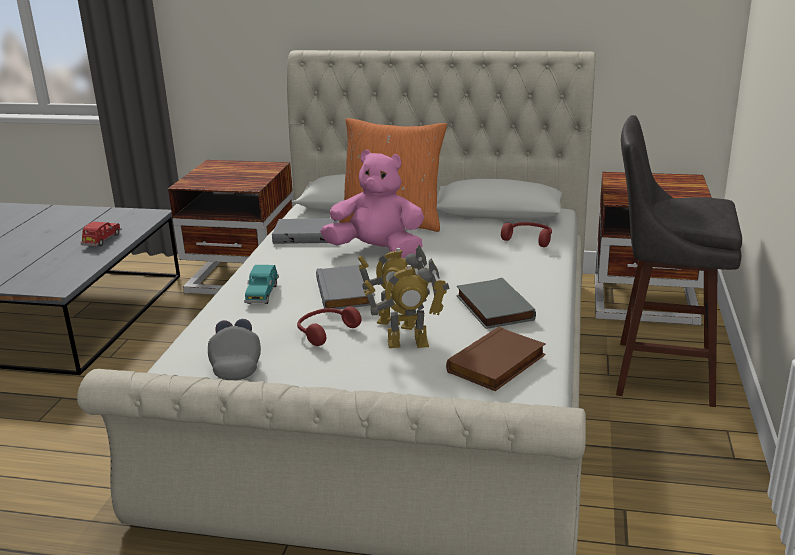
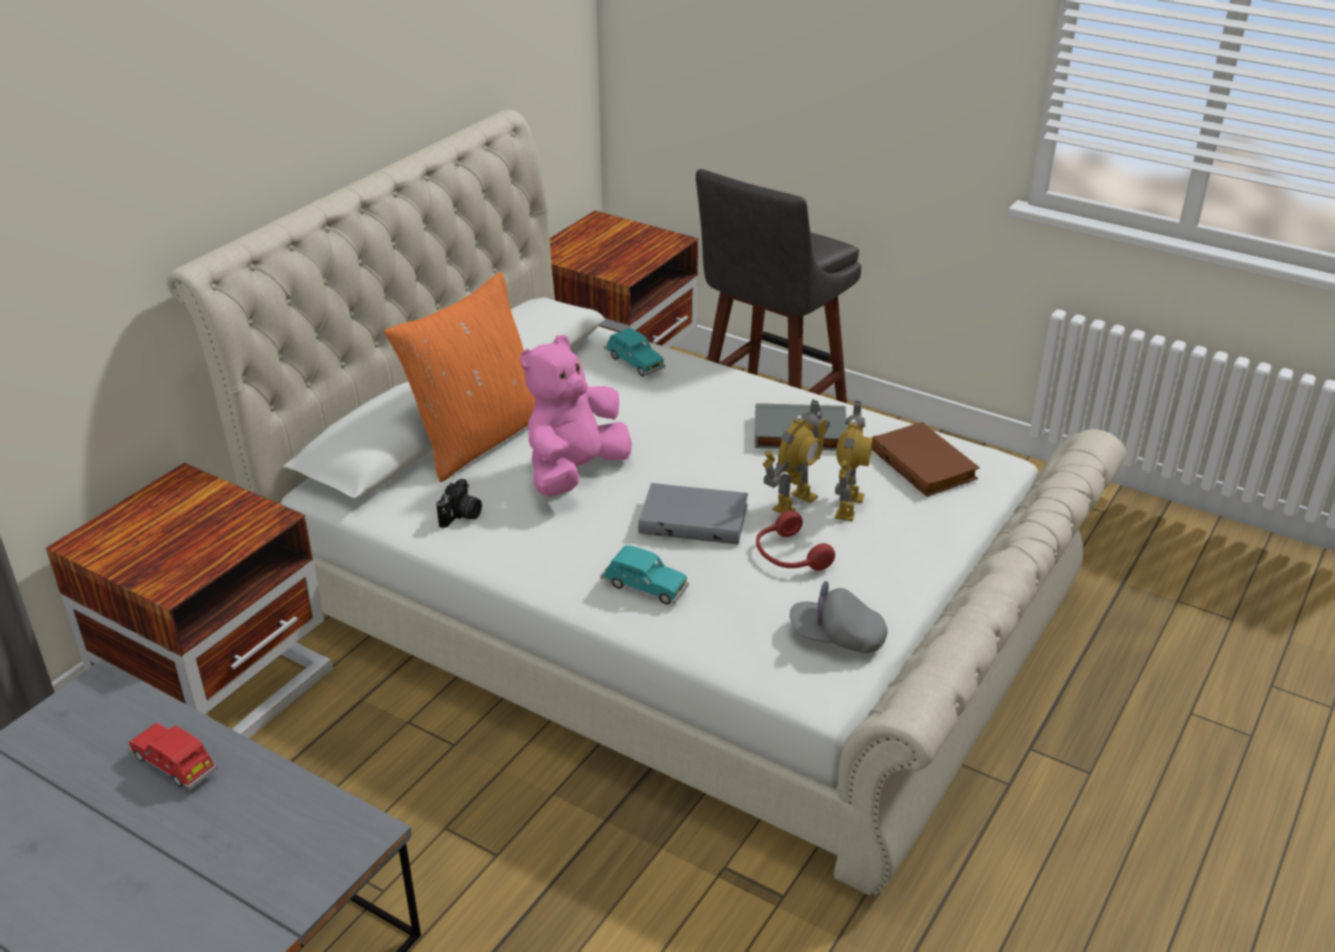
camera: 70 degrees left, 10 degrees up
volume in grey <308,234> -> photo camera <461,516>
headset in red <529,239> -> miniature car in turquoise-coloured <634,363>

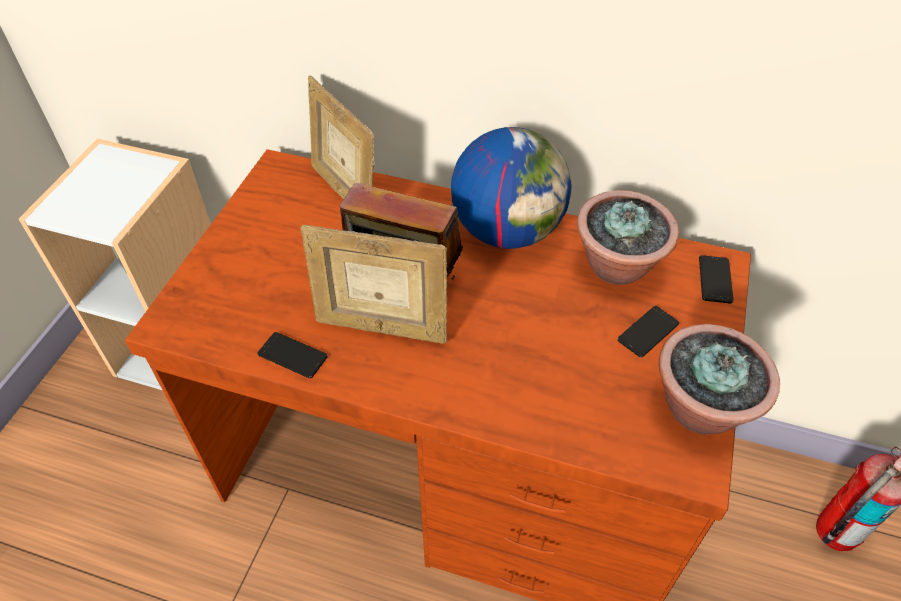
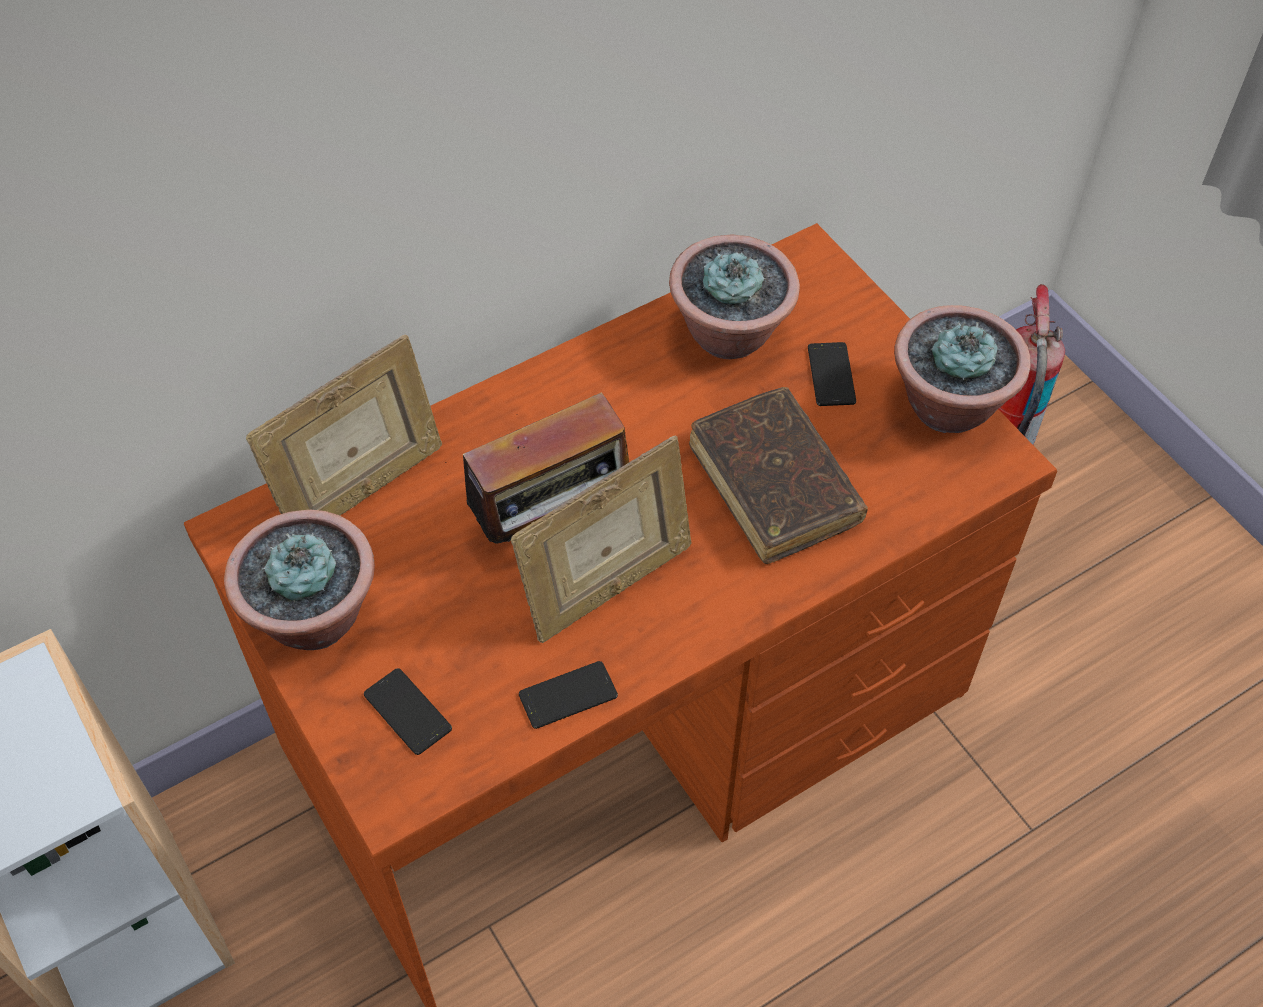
camera: 50 degrees left, 5 degrees up
none -> plant in a pot <313,616>
picture frame <345,193> -> picture frame <362,490>, 45 degrees counterclockwise
telephone <715,279> -> telephone <407,712>, moved
none -> volume in brown-coloured <774,485>
world globe <507,230> -> none

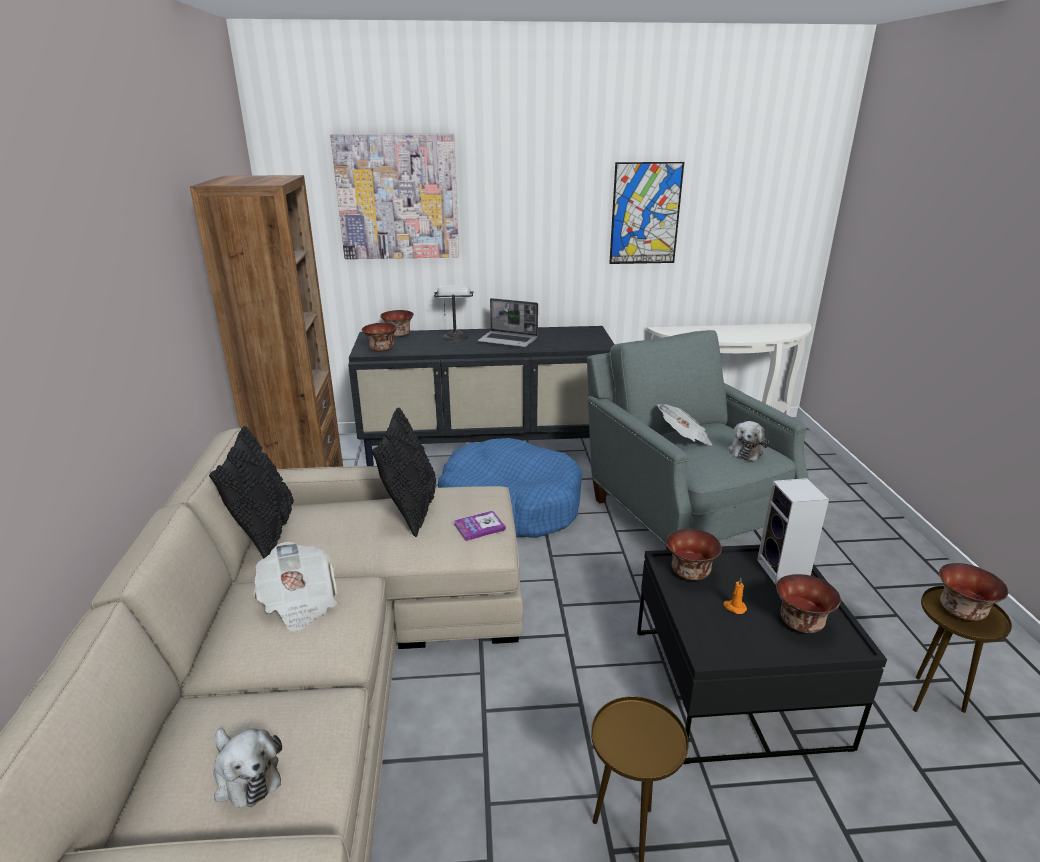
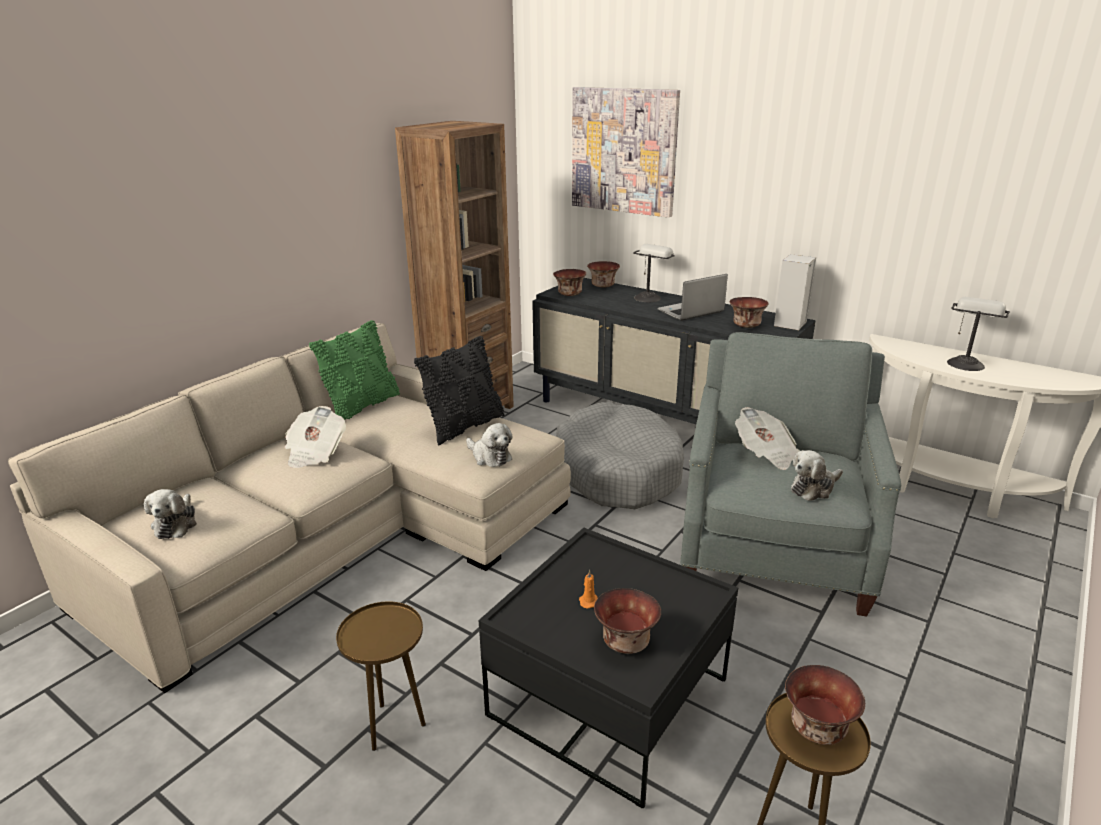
camera: 40 degrees right, 0 degrees up
pillow in blackish <265,531> -> pillow in greenish <362,406>
volume <479,527> -> soft toy <489,457>
dog bed in blue <511,503> -> dog bed in grey <617,471>
portable computer <508,340> -> portable computer <690,312>, 90 degrees clockwise
bowl <690,573> -> bowl <746,326>, moved
audio speaker <784,571> -> audio speaker <790,324>, moved
none -> table lamp <965,361>
wall art <645,214> -> none

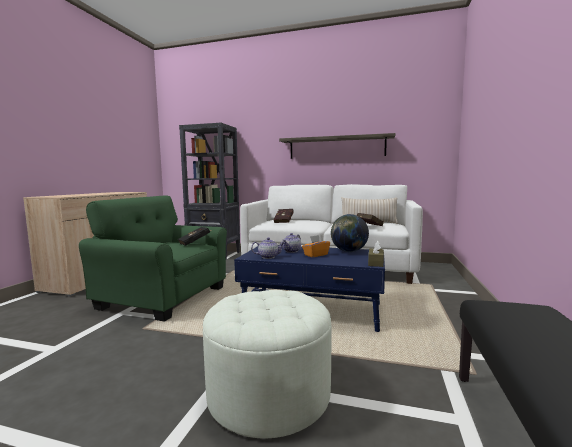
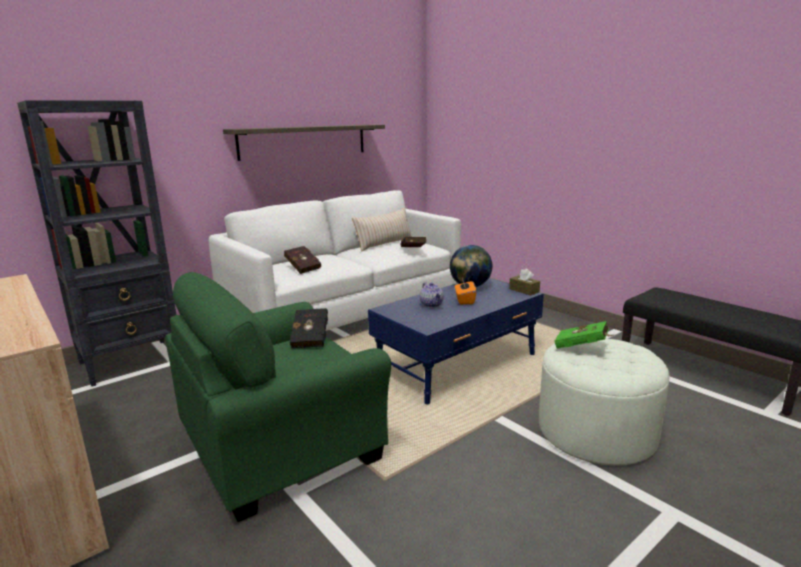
camera: 55 degrees left, 10 degrees up
none -> volume in greenish <583,348>
pot for tea <268,257> -> none

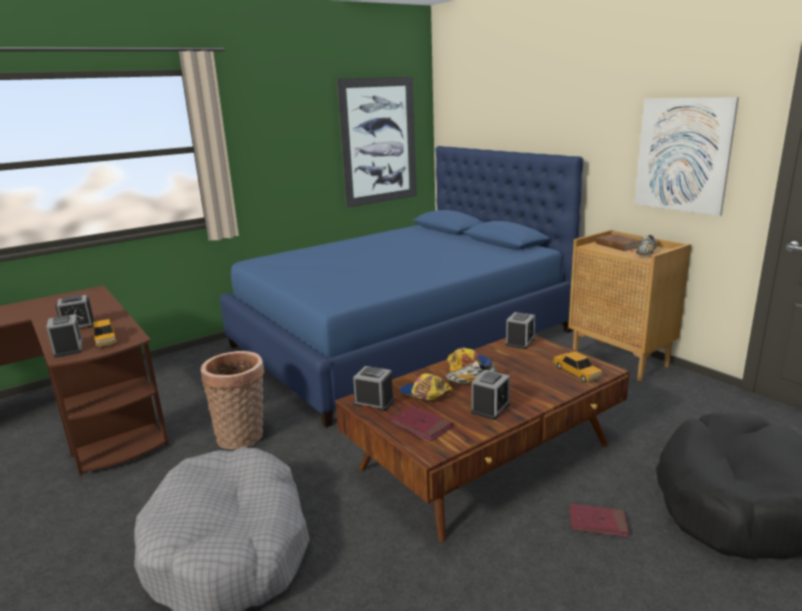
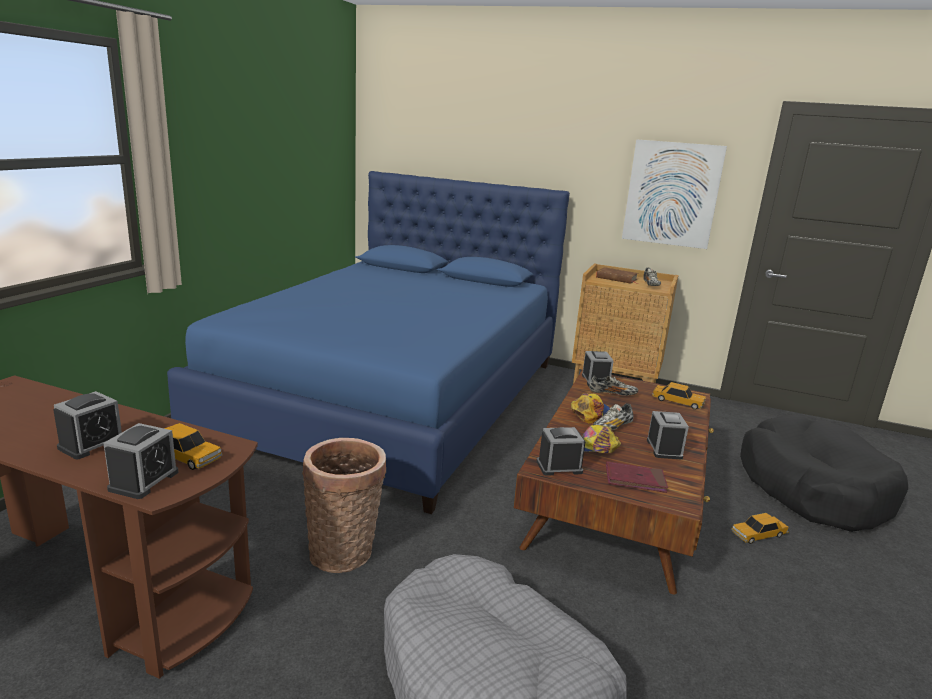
camera: 35 degrees left, 0 degrees up
bedside clock <68,349> -> bedside clock <144,480>, 75 degrees clockwise
none -> item of footwear <612,394>
volume in red <598,523> -> miniature car <758,534>
wall art <379,141> -> none

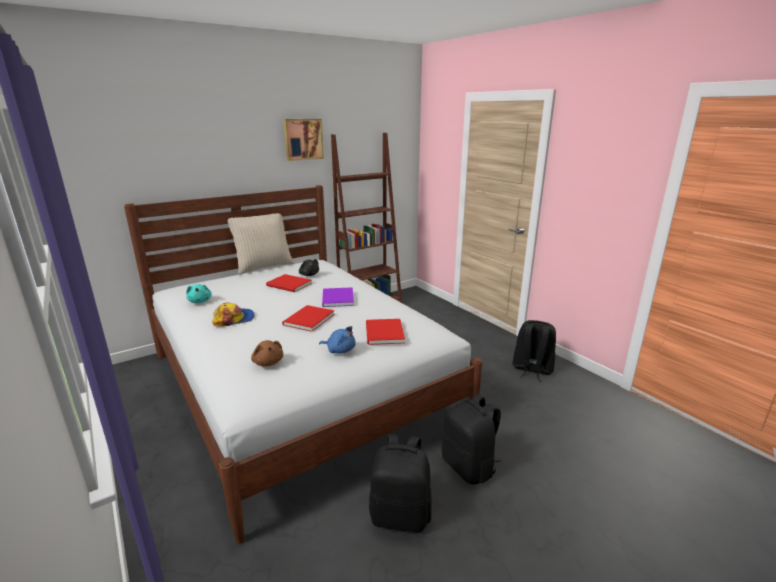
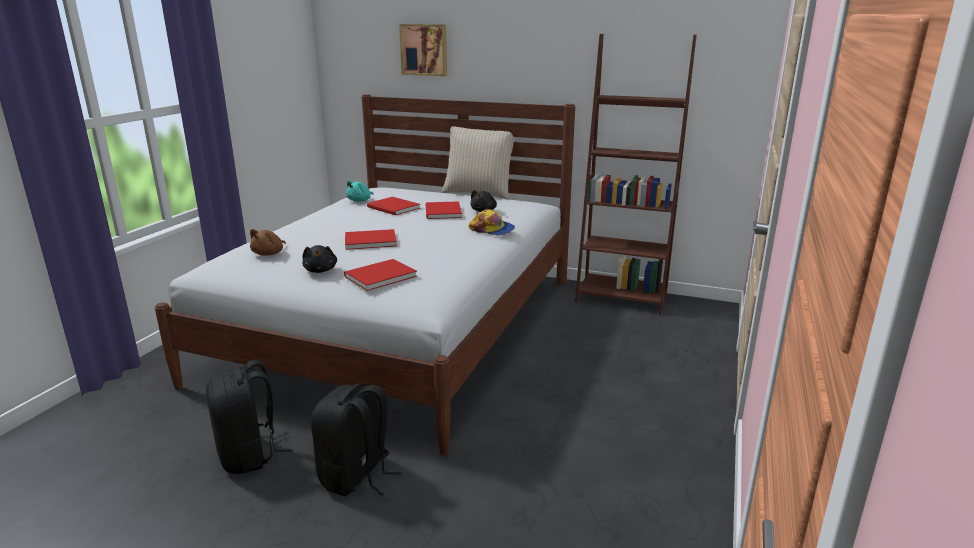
camera: 55 degrees right, 0 degrees up
soft toy in blue <340,350> -> soft toy in blackish <320,270>
none -> volume in red <393,208>
wall art <303,139> -> wall art <424,50>, moved
cap <234,319> -> cap <492,229>, moved
volume in purple-coloured <337,299> -> none
backpack in blackish <531,369> -> none

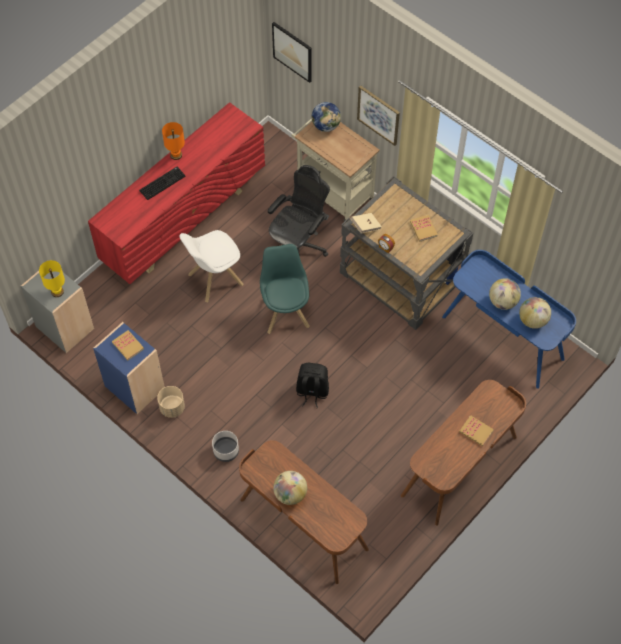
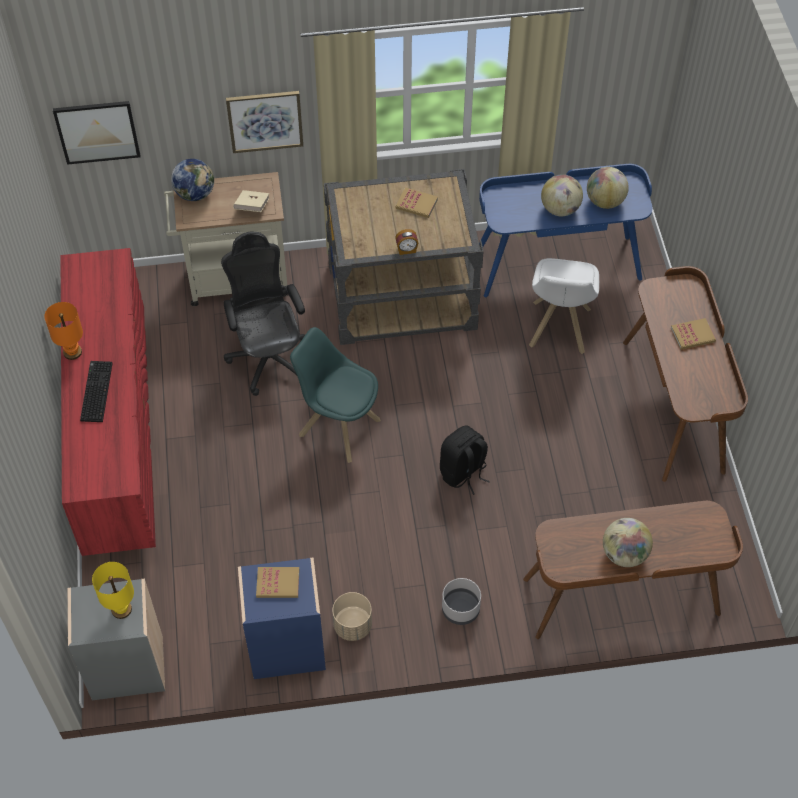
camera: 50 degrees left, 5 degrees down
volume in beige-coloured <365,226> -> volume in beige-coloured <252,207>, moved
chair in white-coloured <214,279> -> chair in white-coloured <559,328>, moved

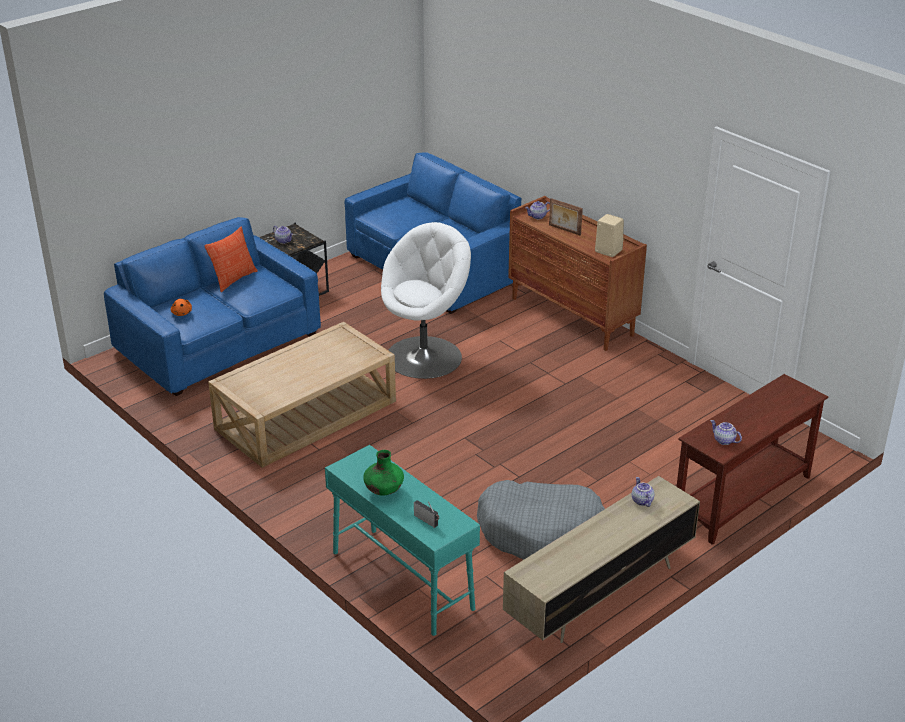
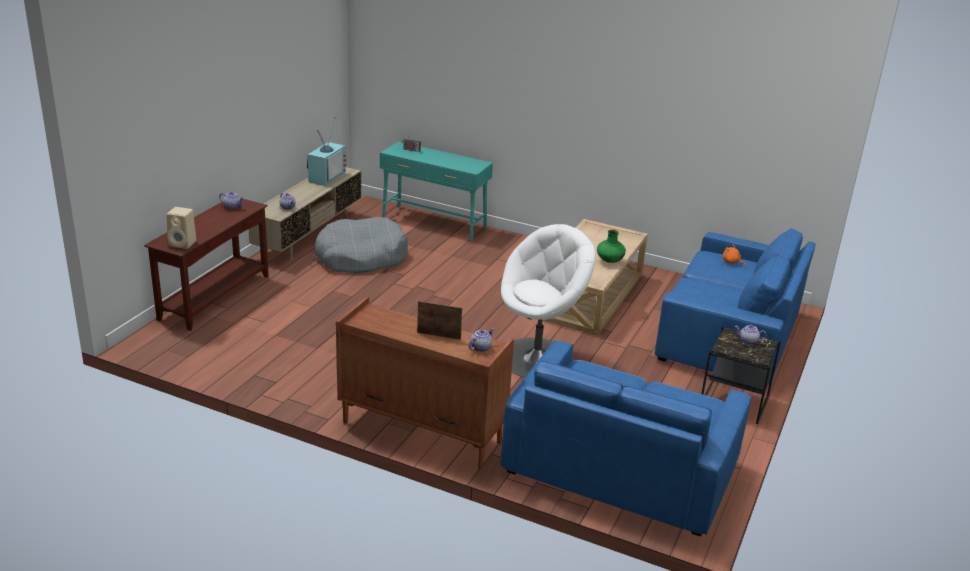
camera: 155 degrees right, 5 degrees down
audio speaker in beige-coloured <607,251> -> audio speaker in beige-coloured <183,243>, moved
none -> TV <325,176>
easy chair in white-coloured <425,356> -> easy chair in white-coloured <538,358>, 150 degrees counterclockwise
decorative vase in greenish <384,491> -> decorative vase in greenish <609,261>, moved
pillow in orange-coloured <234,279> -> none

